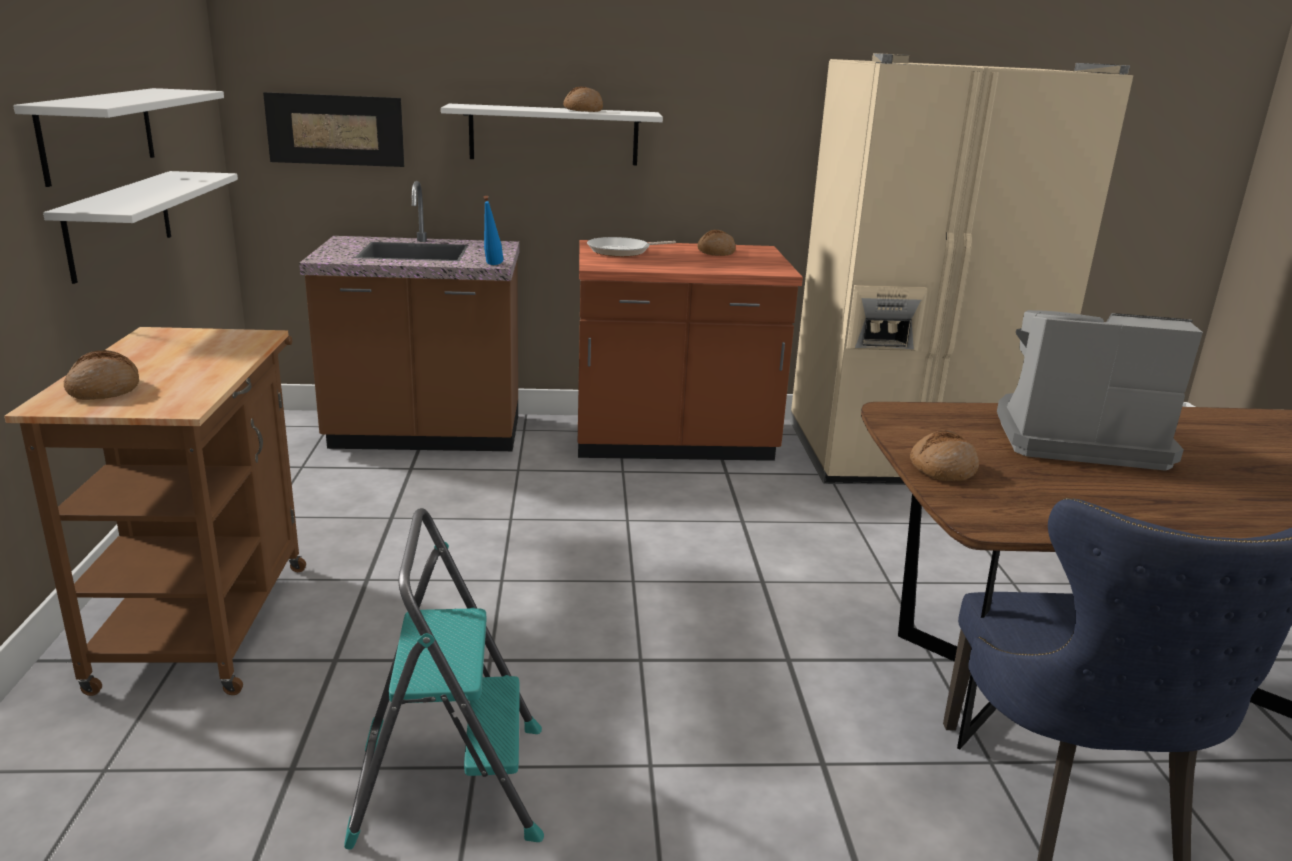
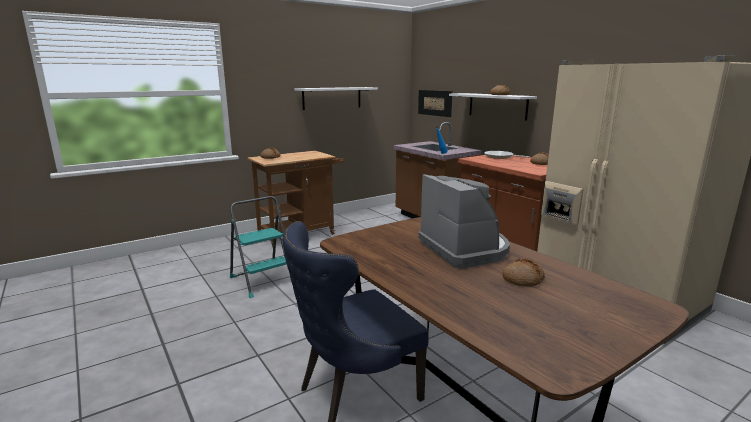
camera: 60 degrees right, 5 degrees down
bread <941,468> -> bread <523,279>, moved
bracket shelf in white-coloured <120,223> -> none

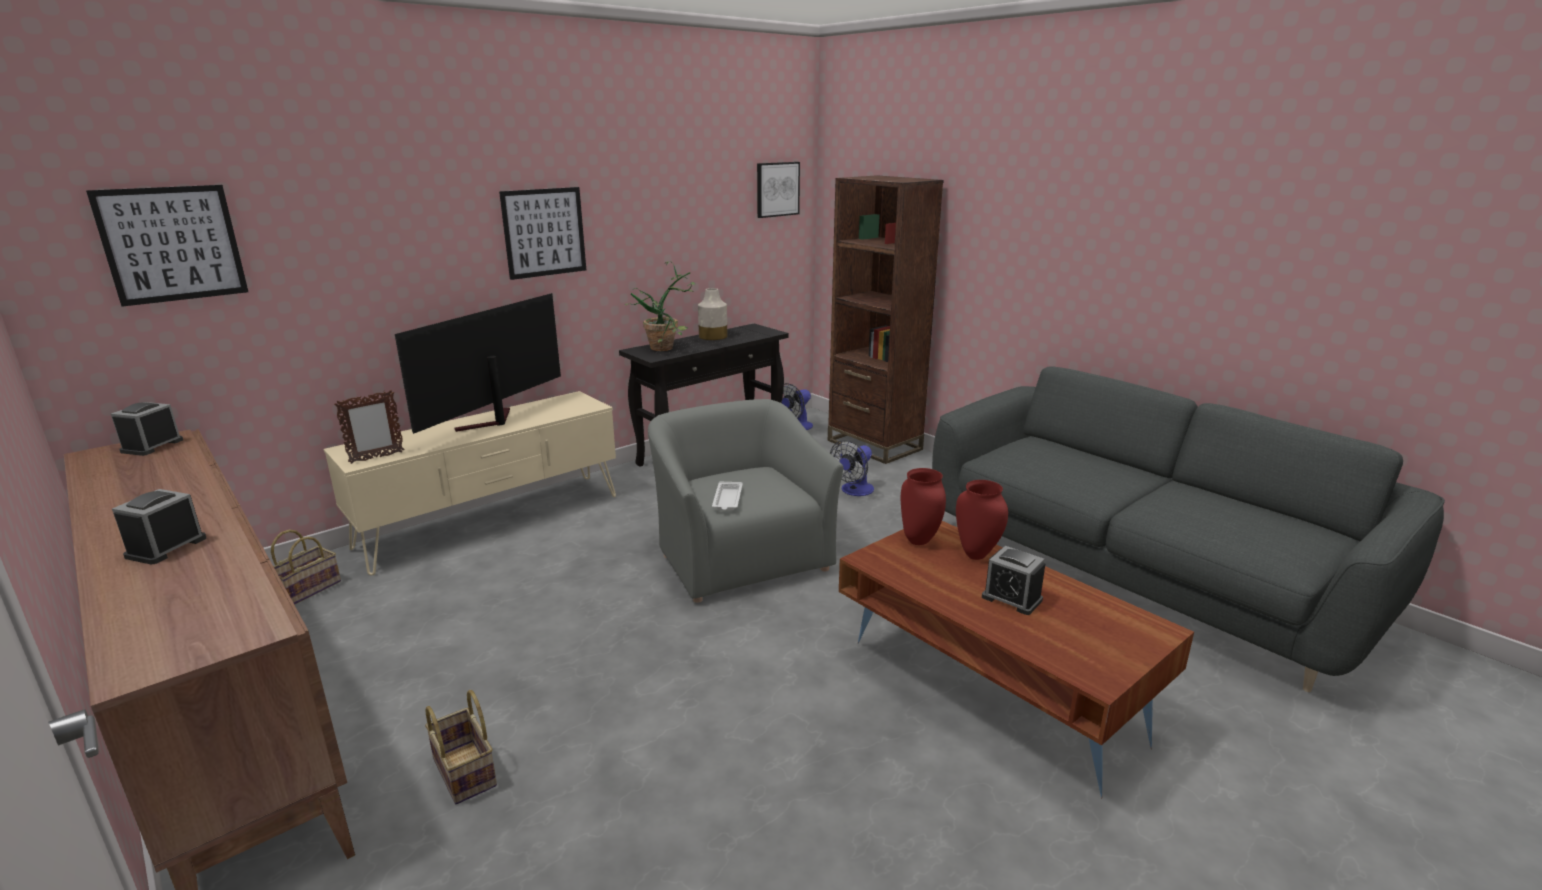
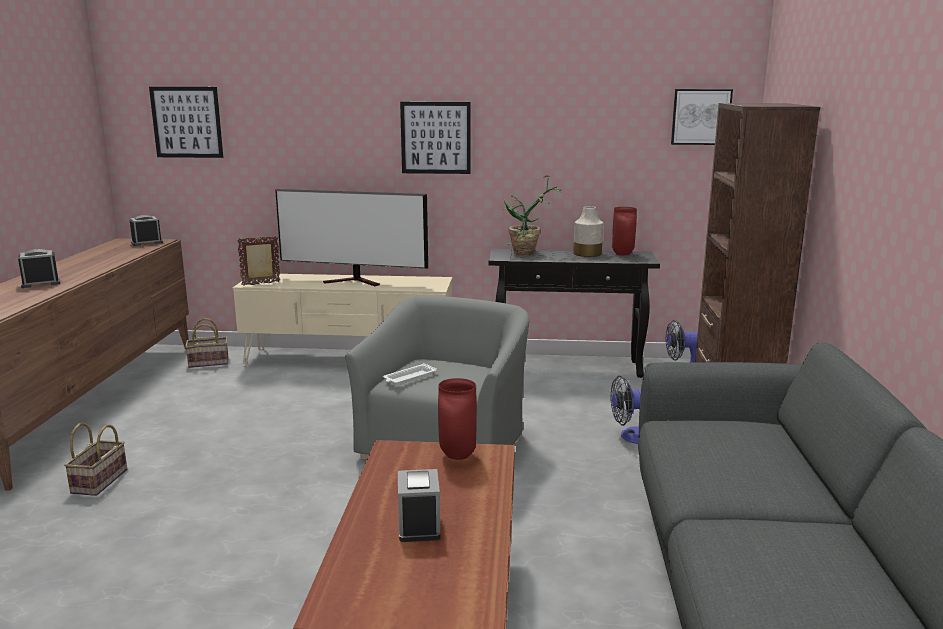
camera: 45 degrees right, 5 degrees down
picture frame <376,457> -> picture frame <261,284>, 150 degrees clockwise
TV <490,423> -> TV <356,281>, 150 degrees counterclockwise
decorative vase in red <976,555> -> decorative vase in red <622,254>, moved

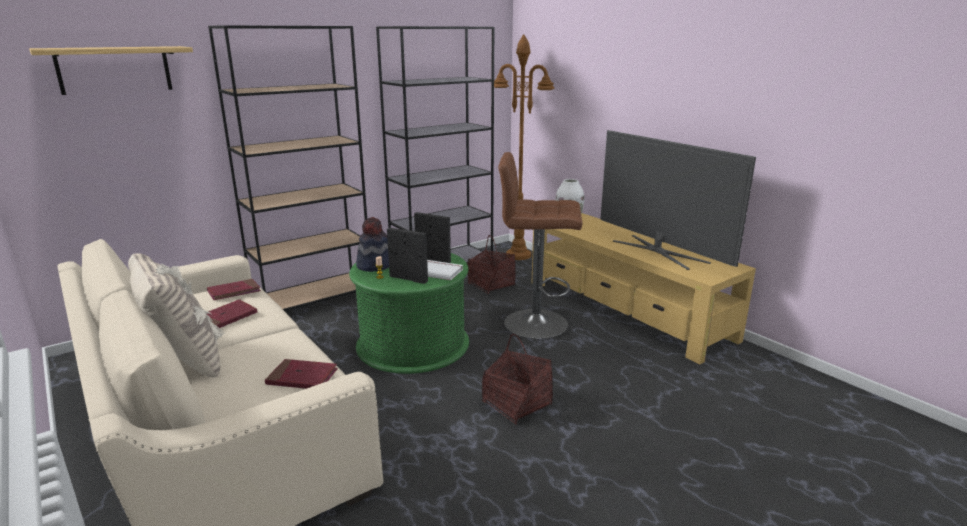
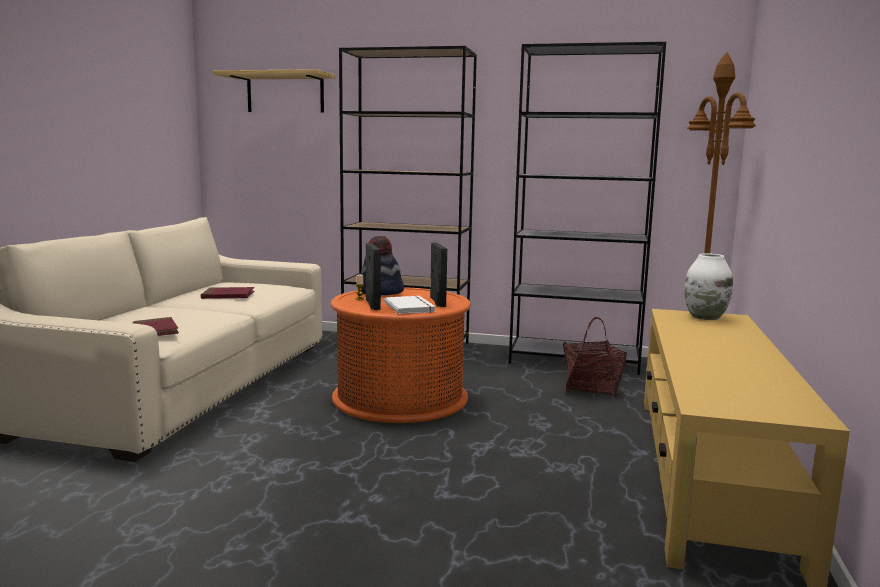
camera: 50 degrees right, 10 degrees down
coffee table in greenish <413,344> -> coffee table in orange-coloured <400,398>
pillow in beige-coloured <187,359> -> none
volume in red <234,292> -> none
storage basket <517,403> -> none
stool in brown-coloured <535,323> -> none
TV <659,251> -> none

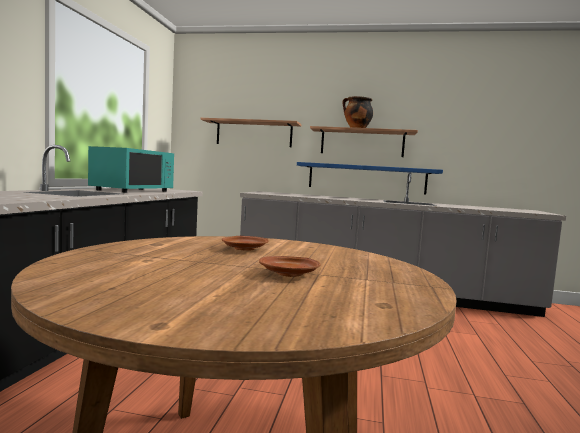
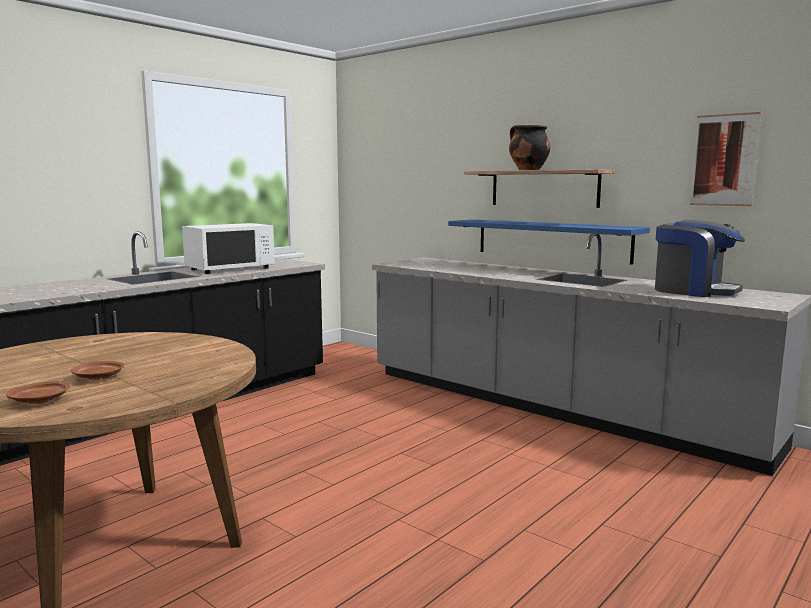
camera: 30 degrees right, 5 degrees up
plate in brown-coloured <245,249> -> plate in brown-coloured <40,400>, moved
kitchen microwave in turquoise-coloured <132,190> -> kitchen microwave in white-coloured <230,269>
none -> coffee brewer <694,291>
none -> wall art <724,160>
bracket shelf <254,134> -> none

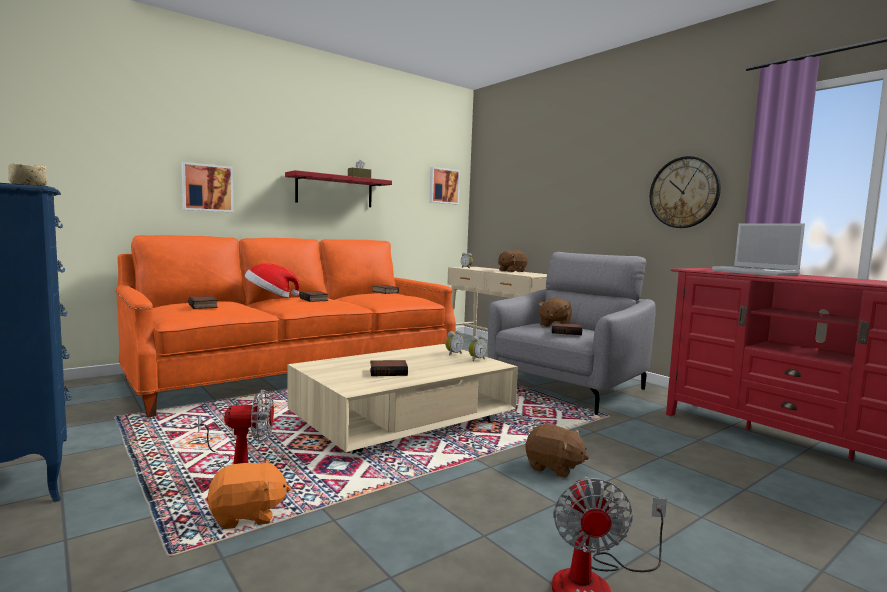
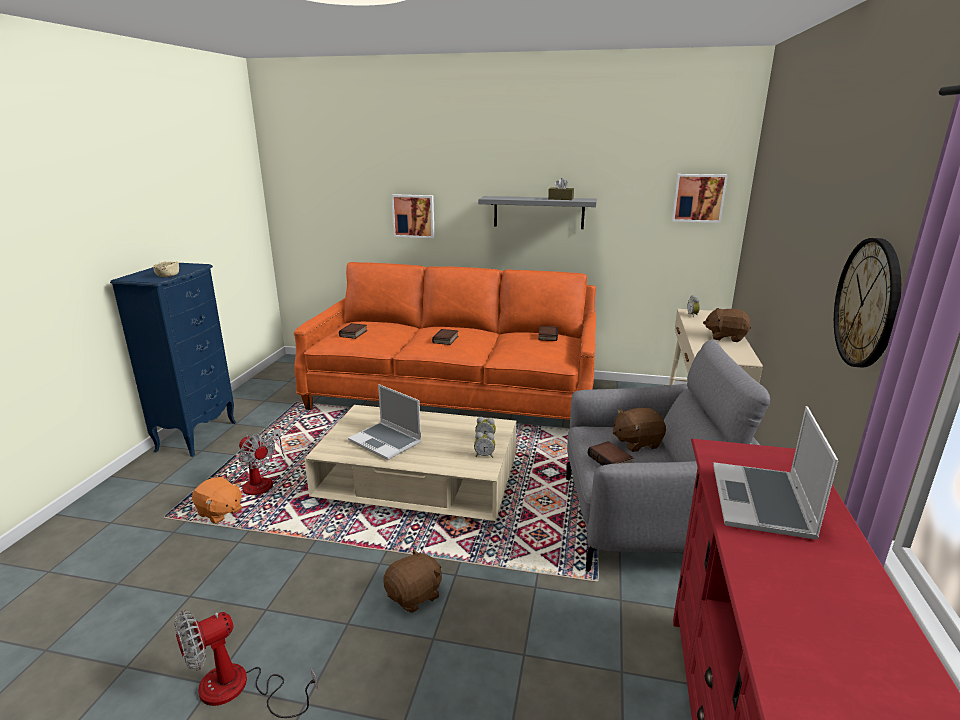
camera: 50 degrees right, 15 degrees up
volume <389,372> -> portable computer <386,442>
soft toy in brown-coloured <554,468> -> soft toy in brown-coloured <414,596>, 120 degrees counterclockwise
bracket shelf in red <335,191> -> bracket shelf in grey <538,212>
hat <270,297> -> none

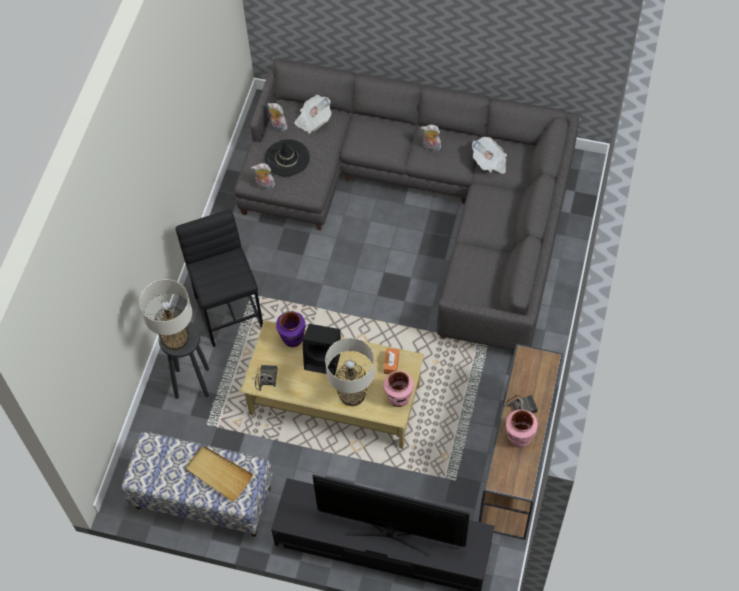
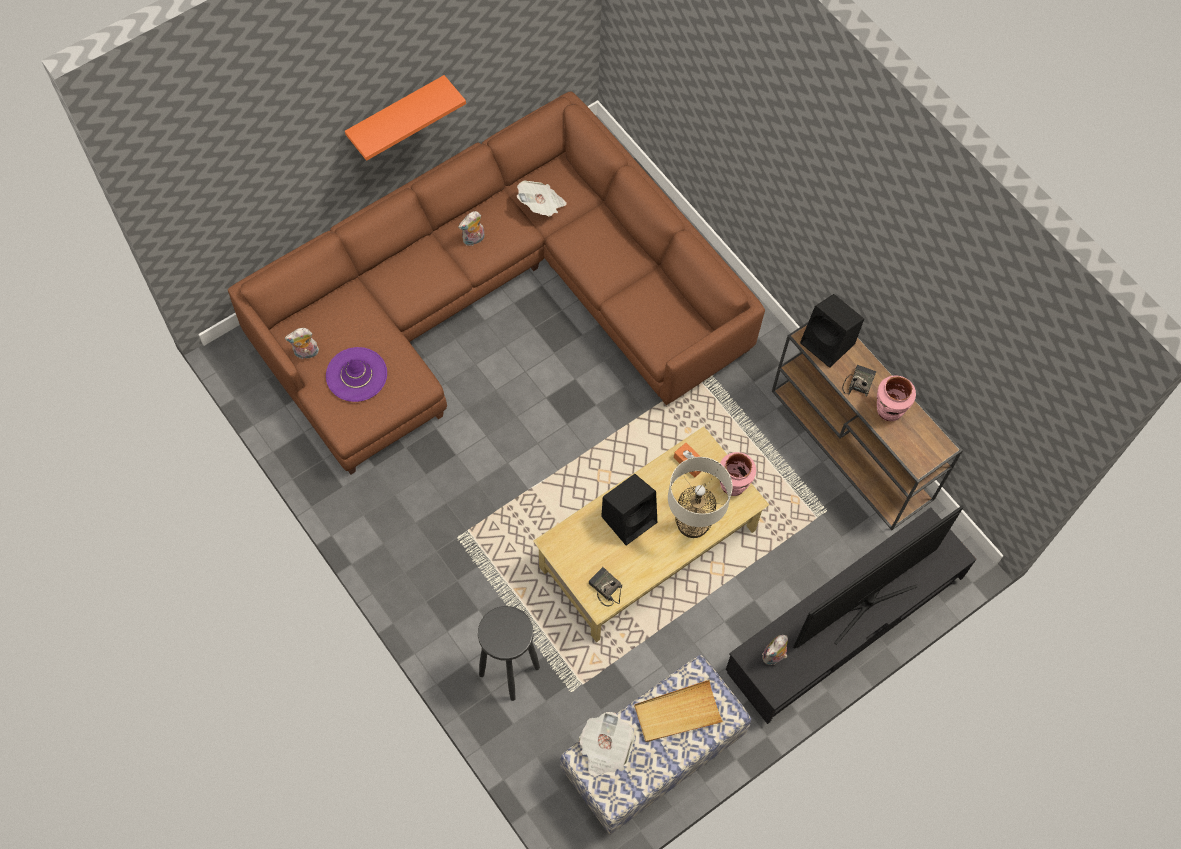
camera: 55 degrees left, 5 degrees up
couch in grey <422,199> -> couch in brown-coloured <496,300>
hat in blackish <287,158> -> hat in purple-coloured <356,375>
none -> bracket shelf in orange-coloured <396,114>
printed paper <313,120> -> printed paper <605,749>, moved
soft toy <264,185> -> soft toy <774,657>, moved
none -> audio speaker in blackish <829,344>
table lamp <175,339> -> none
stool in blackish <229,312> -> none
decorative vase in purple-coloured <293,339> -> none

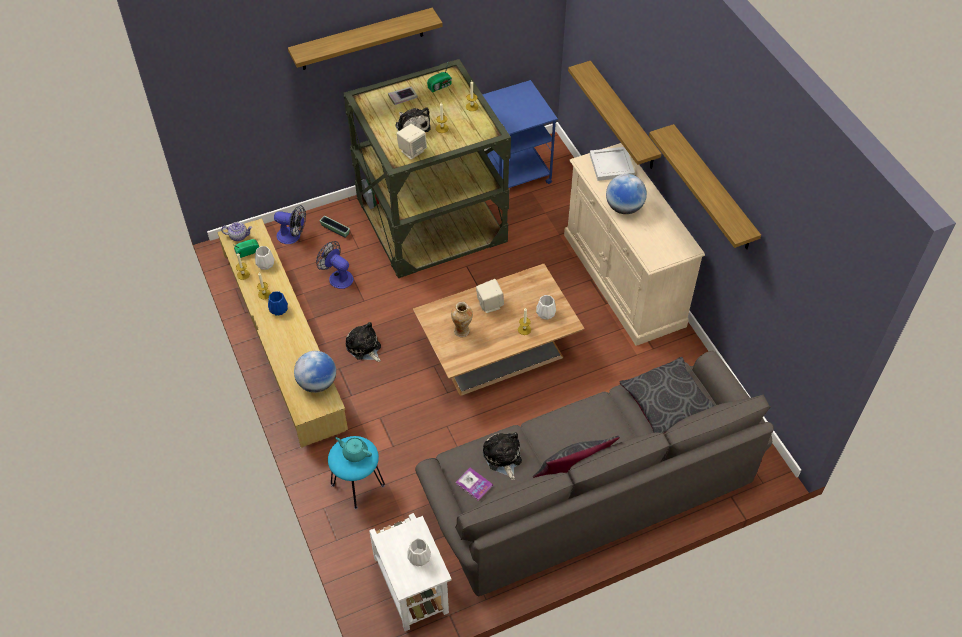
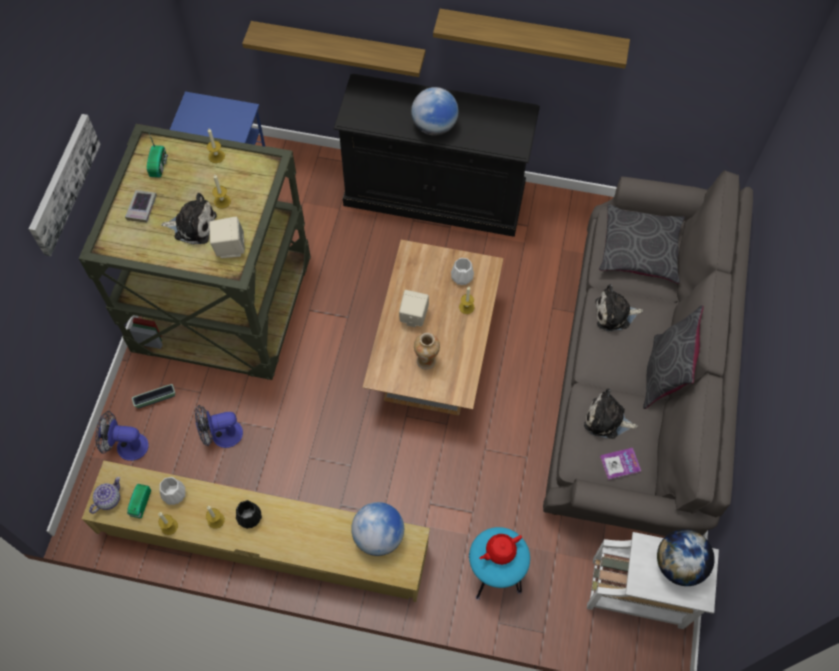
camera: 55 degrees left, 10 degrees up
bracket shelf <362,39> -> wall art <63,183>
electric fan <293,236> -> electric fan <126,446>, 135 degrees counterclockwise
decorative vase in blue <278,310> -> decorative vase in blackish <250,518>
cupboard in beige-coloured <623,280> -> cupboard in blackish <435,196>
pot for tea in turquoise-coloured <355,453> -> pot for tea in red <499,551>
soft toy <364,348> -> soft toy <615,314>, moved
decorative vase in white-coloured <419,558> -> world globe <679,564>
tray in white-coloured <612,165> -> none

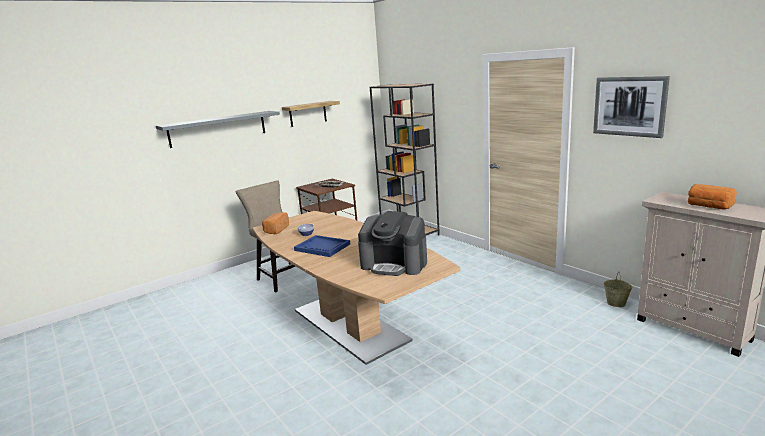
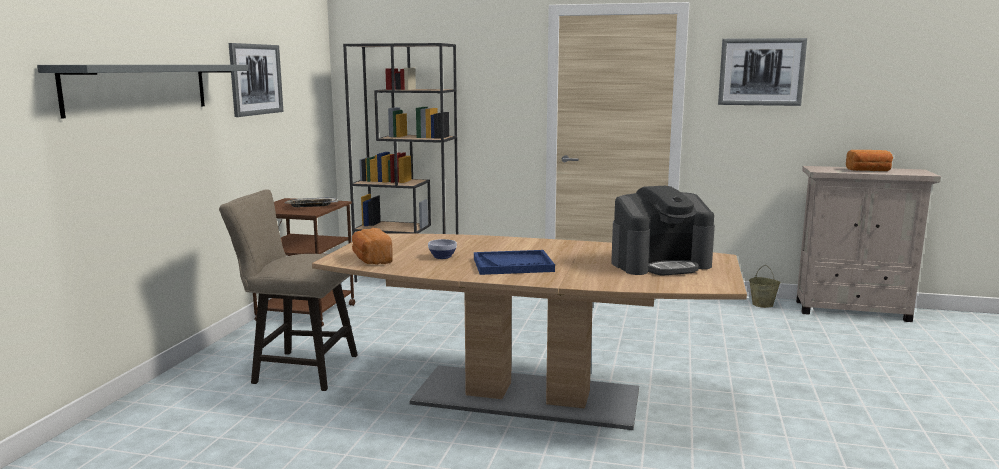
camera: 40 degrees left, 5 degrees down
bracket shelf <308,113> -> wall art <256,79>

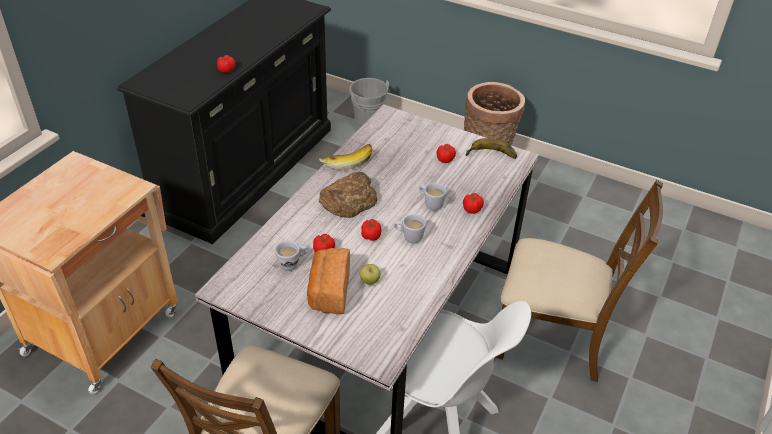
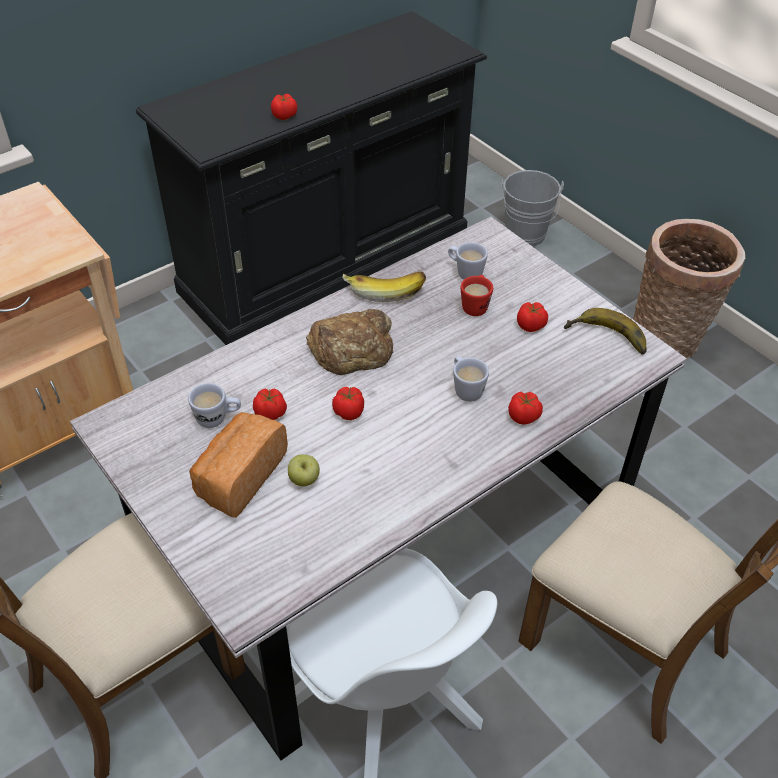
camera: 25 degrees right, 5 degrees up
mug in white-coloured <408,237> -> mug in white-coloured <465,272>, moved
none -> mug in red <476,305>

